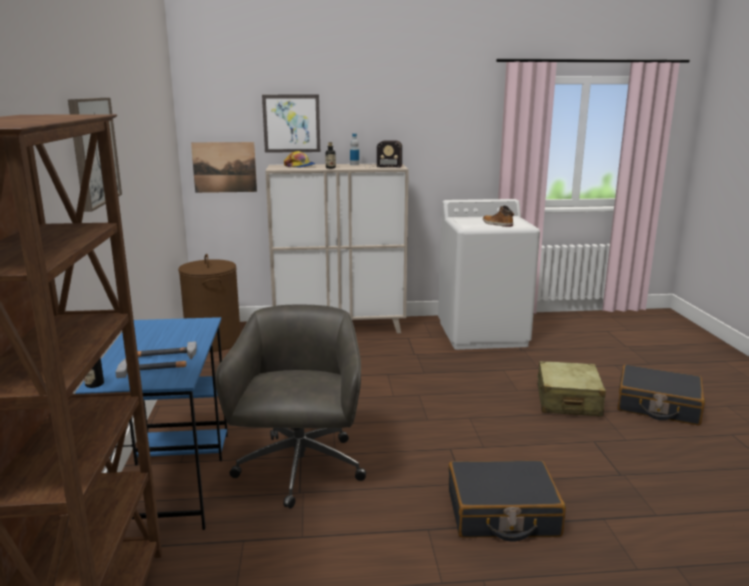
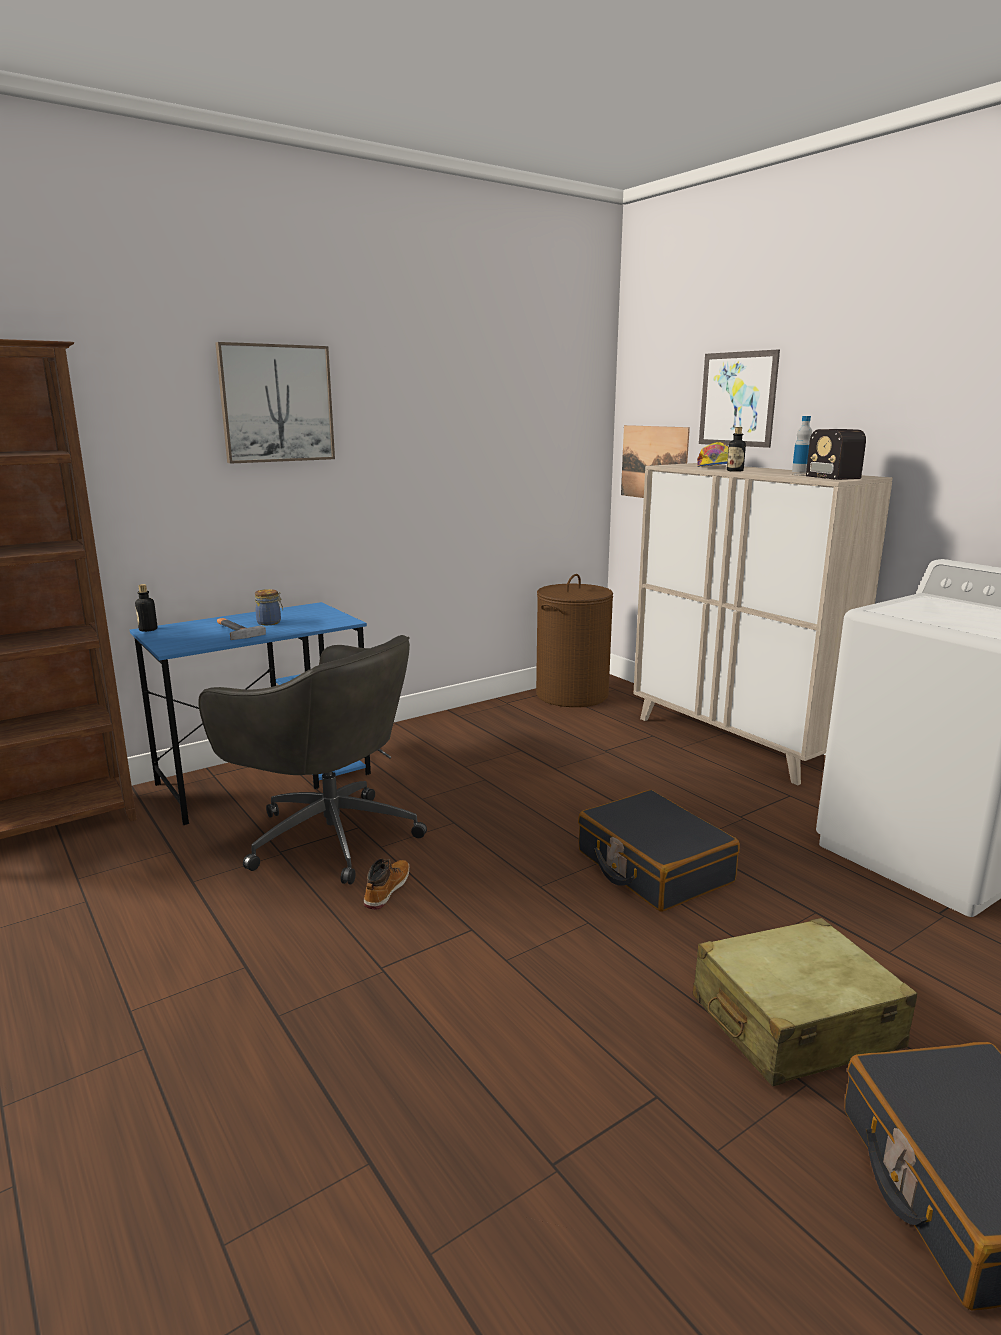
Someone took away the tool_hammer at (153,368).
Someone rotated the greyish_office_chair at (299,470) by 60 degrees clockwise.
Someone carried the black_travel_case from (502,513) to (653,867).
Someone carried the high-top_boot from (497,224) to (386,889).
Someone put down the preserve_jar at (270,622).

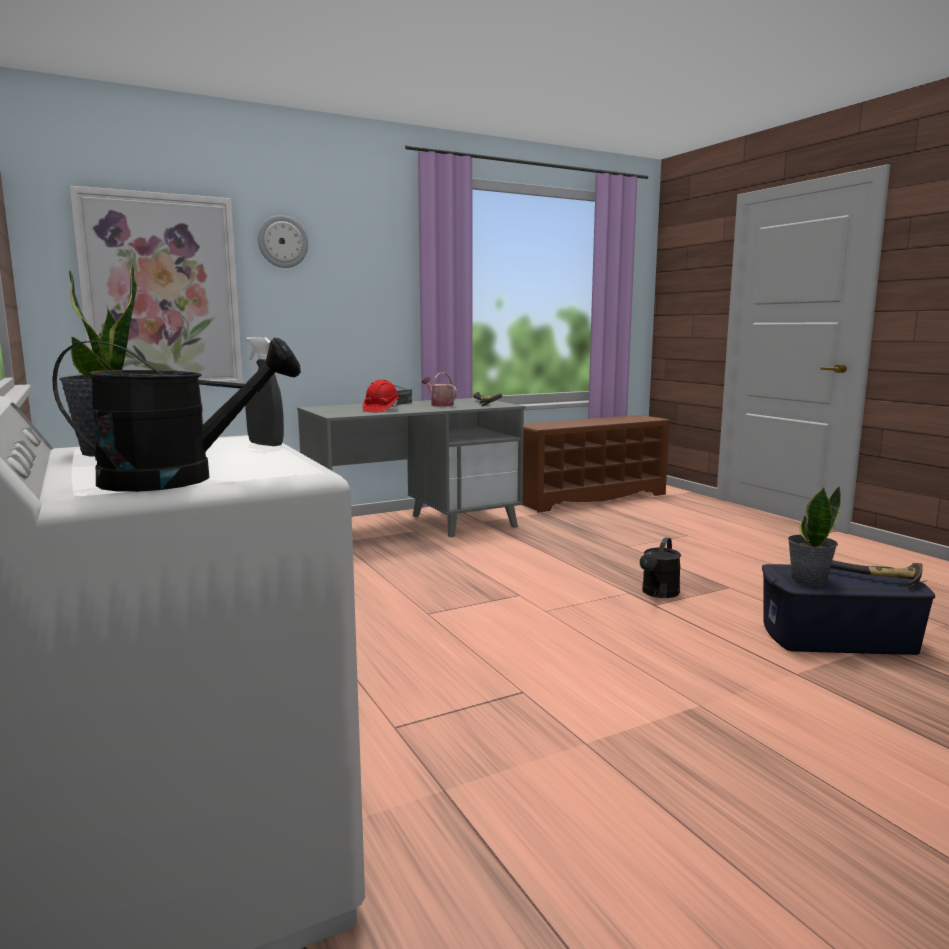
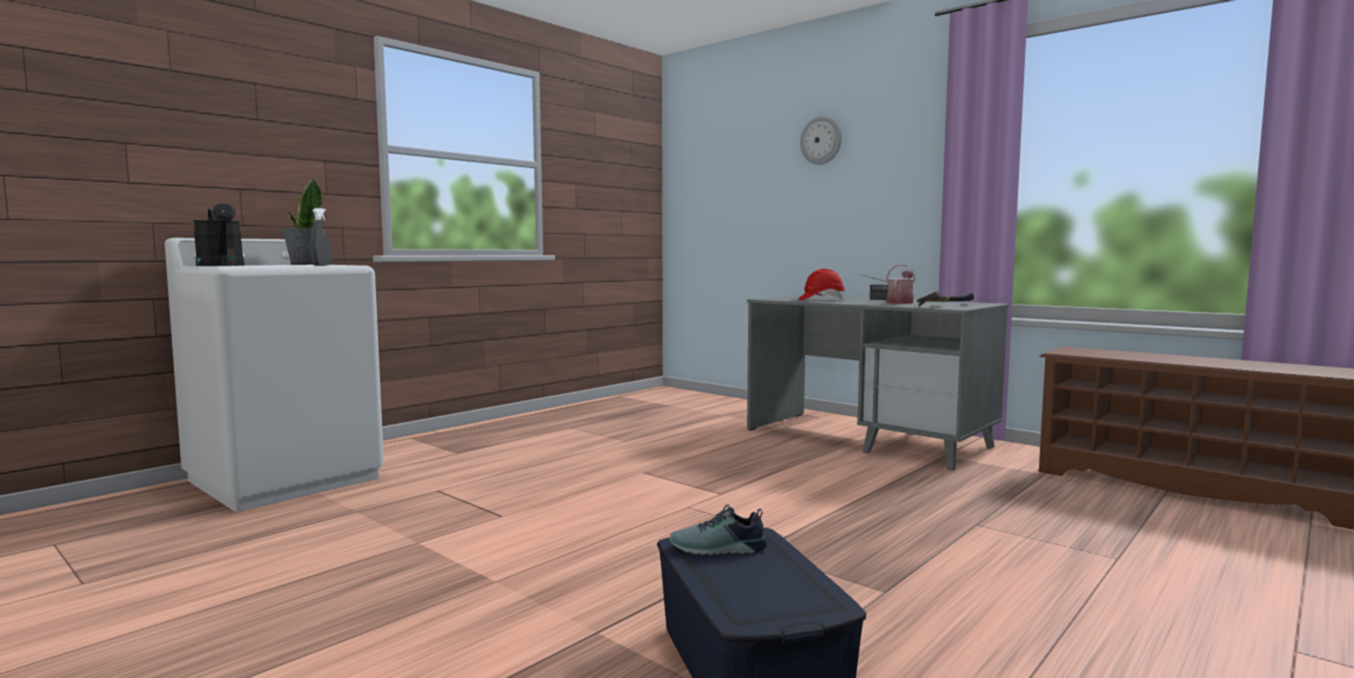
Someone took away the wall_picture at (161,292).
Someone took away the black_sprinkling_can at (658,593).
Someone swapped the potted_plant at (808,580) for the shoe at (718,549).
Someone took away the tool_hammer at (871,579).

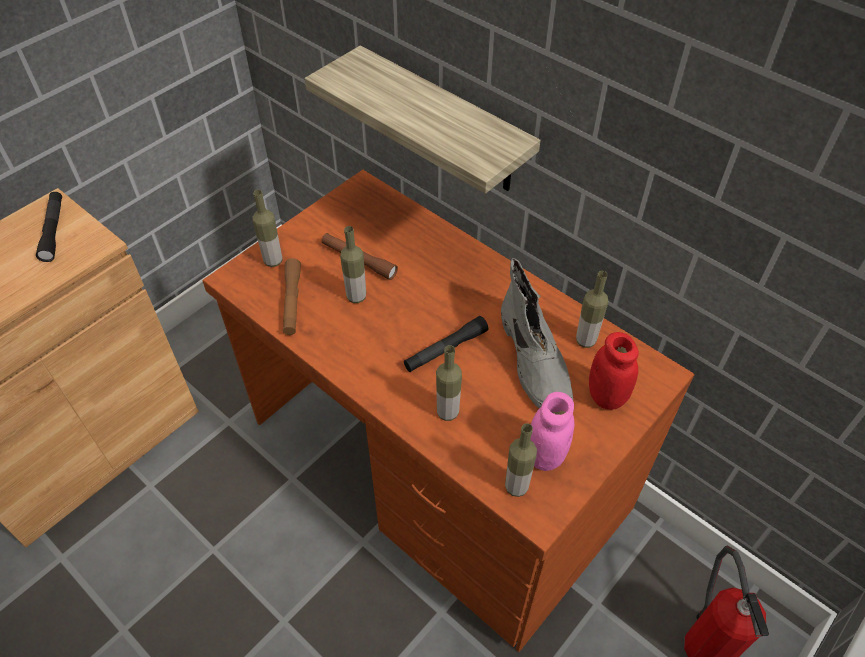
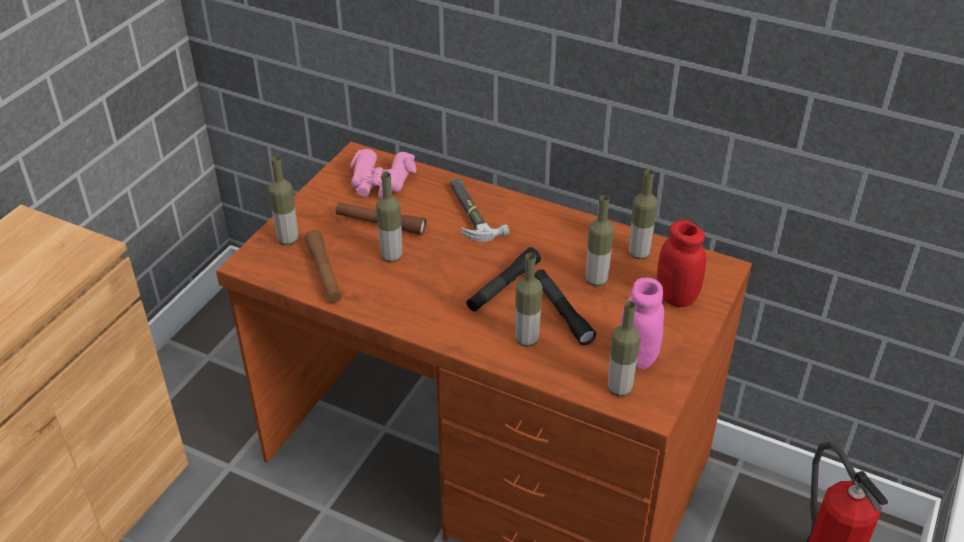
Someone carried the black_hand_torch from (53,231) to (562,312).
Someone took away the wall_shelf at (444,122).
Someone swapped the greyish_high-top_boot at (535,361) for the bottle at (596,280).
Someone put down the pink_binoculars at (380,182).
Someone put down the tool_hammer at (472,212).

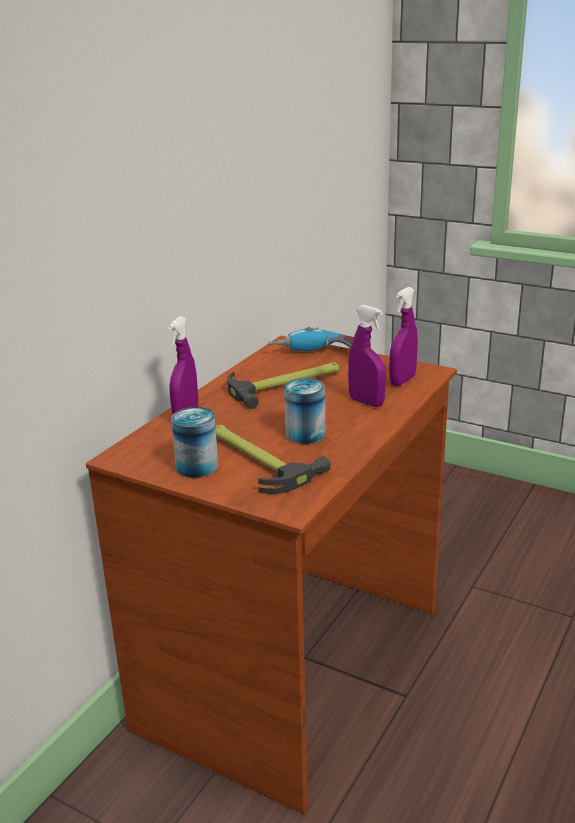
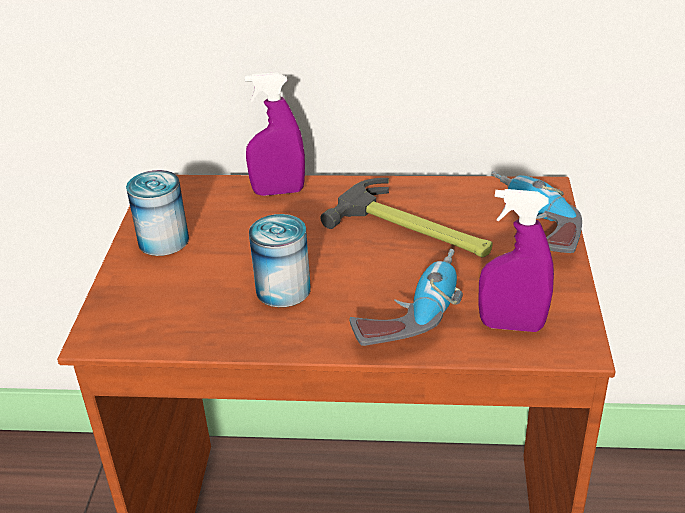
Someone took away the tool_hammer at (256,459).
Someone swapped the purple_hand_sprayer at (366,402) for the drill at (412,312).

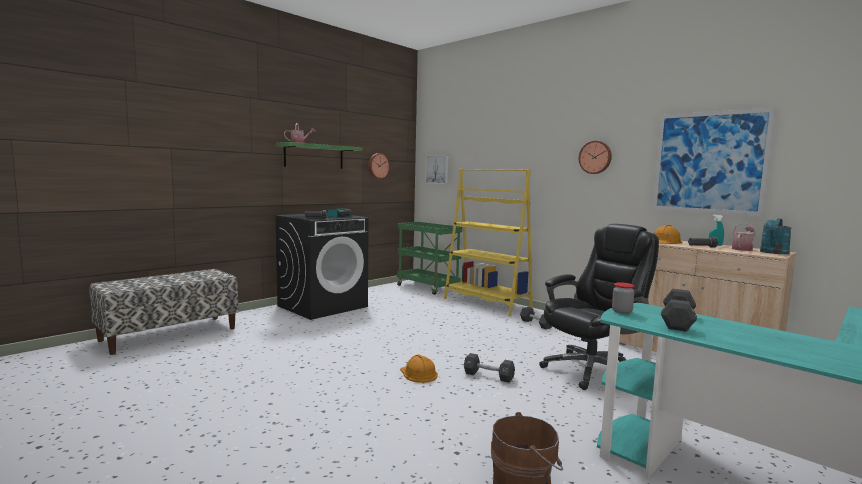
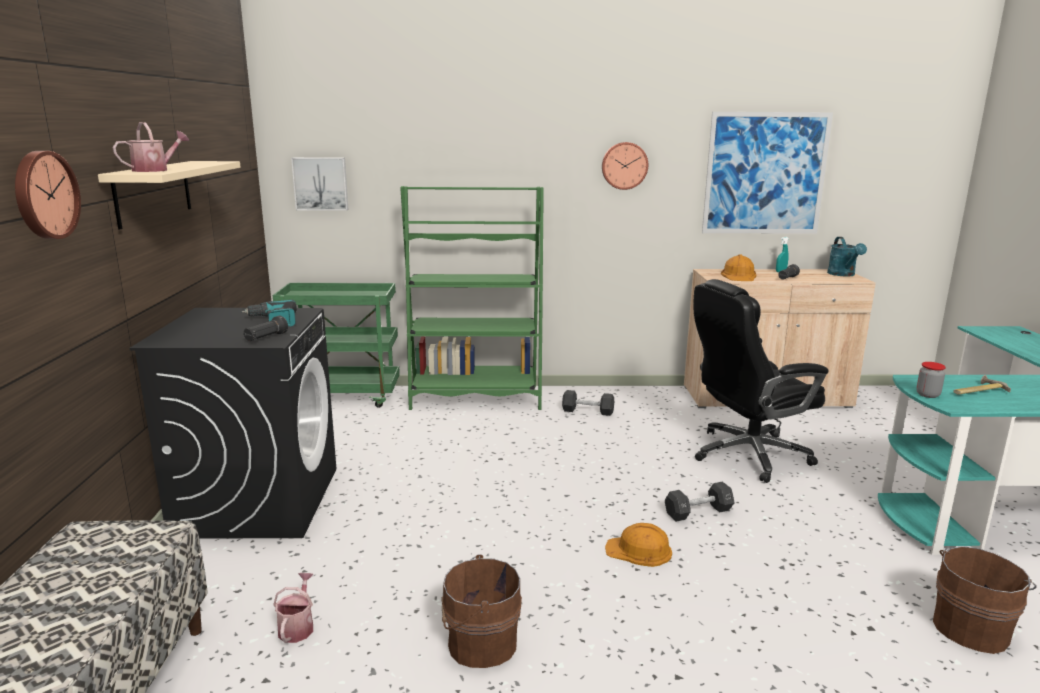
Someone repainted the green-coloured_wall_shelf at (314,156), which became the beige_wall_shelf at (153,192).
Someone carried the wall_clock from (378,166) to (44,195).
Someone repainted the yellow_shelving_unit at (487,303), which became the green-coloured_shelving_unit at (475,398).
Someone rotated the black_office_chair at (592,370) by 120 degrees counterclockwise.
Someone swapped the black_free_weight at (677,321) for the tool_hammer at (977,391).
Someone carried the sprinkling_can from (742,249) to (297,626).
Someone put down the brown_water_bucket at (479,643).

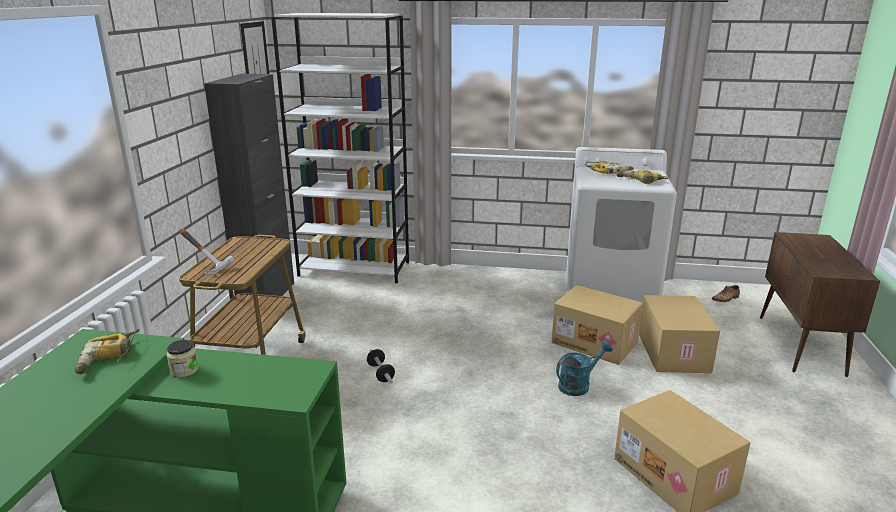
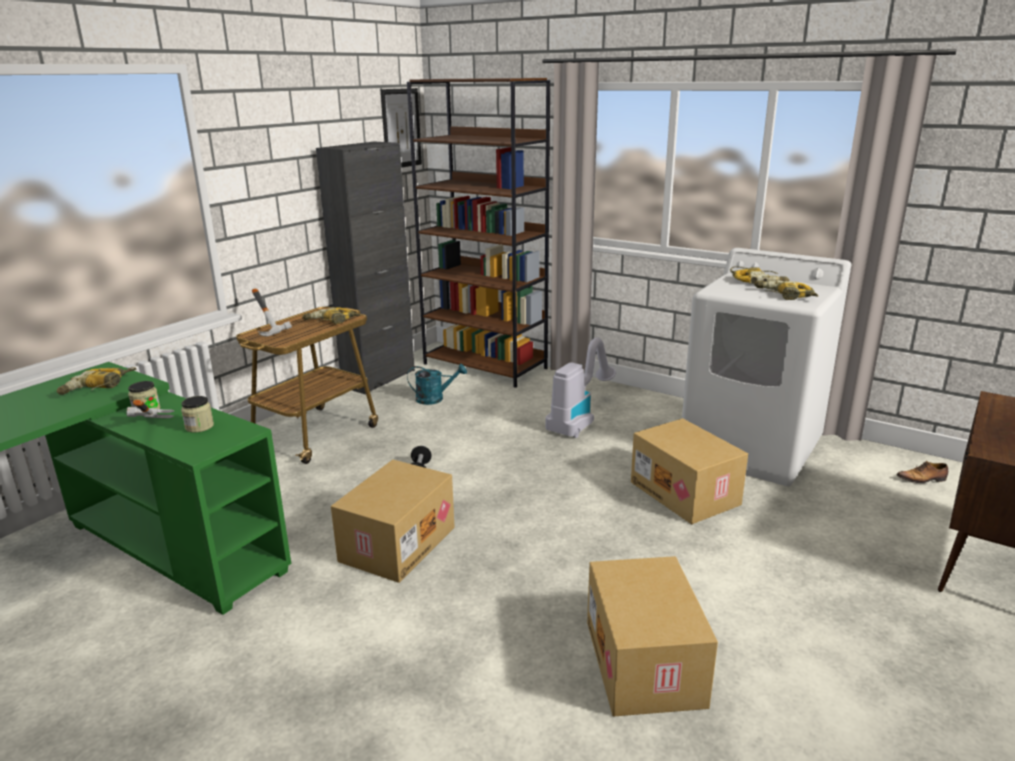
Someone repainted the whitish_shelving_unit at (355,269), which became the brown_shelving_unit at (486,366).
Someone carried the turquoise_sprinkling_can from (578,385) to (435,399).
Someone carried the packing_box from (671,352) to (397,543).
Someone put down the tool_hammer at (143,431).
Someone put down the preserve_jar at (199,427).
Someone put down the drill at (331,321).
Someone put down the hoover at (579,420).

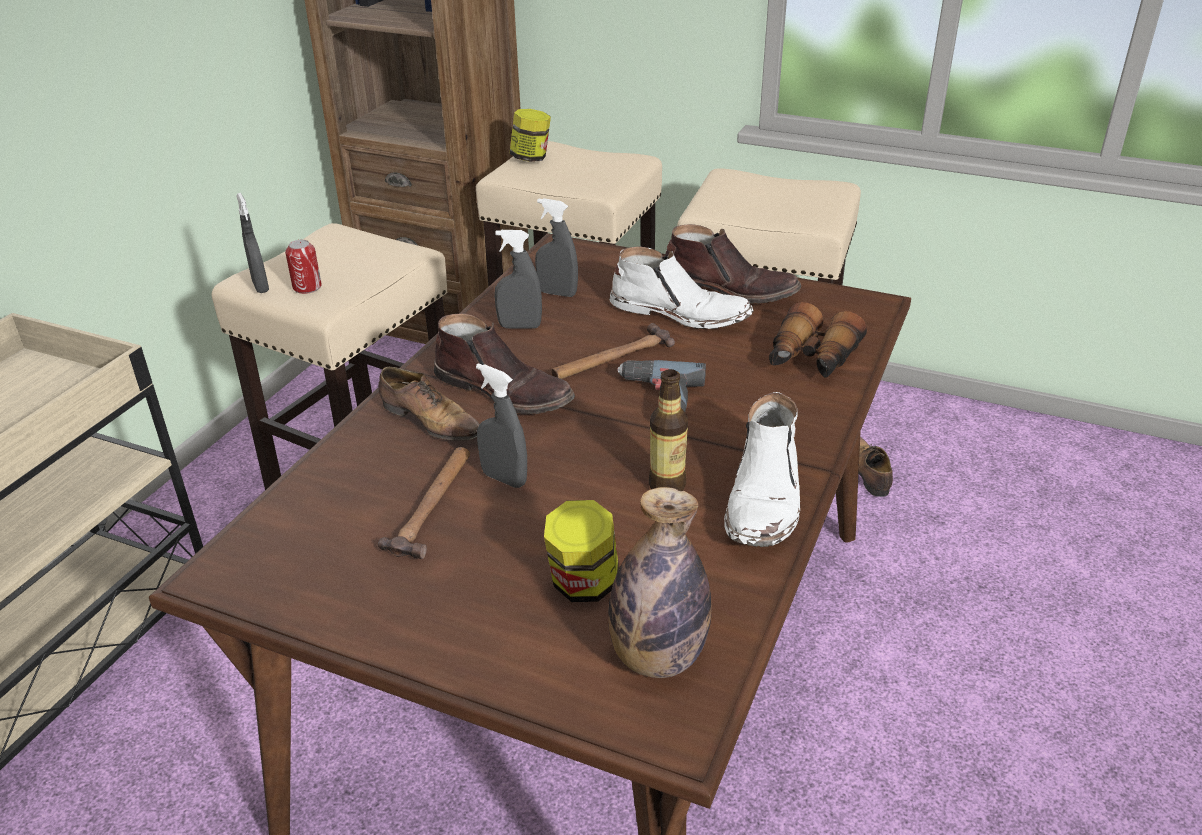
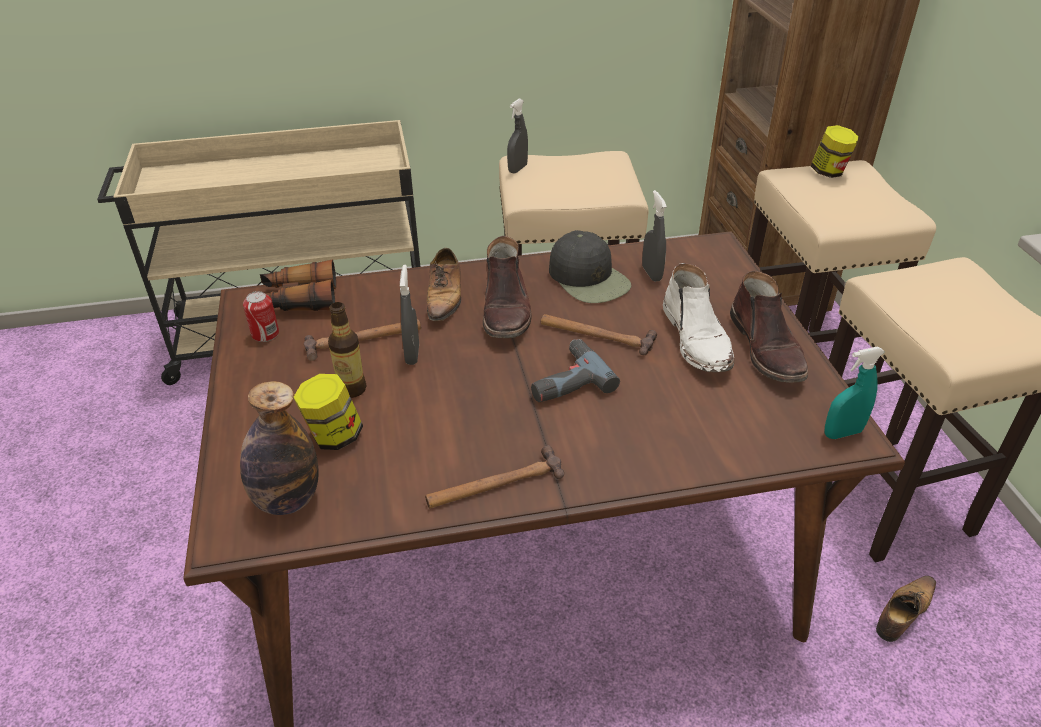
Someone carried the sealed_can from (307,287) to (265,334).
Someone swapped the greyish_hand_sprayer at (520,326) for the black_baseball_cap at (589,278).
Someone carried the bottle from (667,485) to (352,389).
Someone swapped the whitish_high-top_boot at (765,499) for the tool_hammer at (494,484).
Someone carried the binoculars from (811,359) to (299,300).
Someone put down the turquoise_hand_sprayer at (842,433).

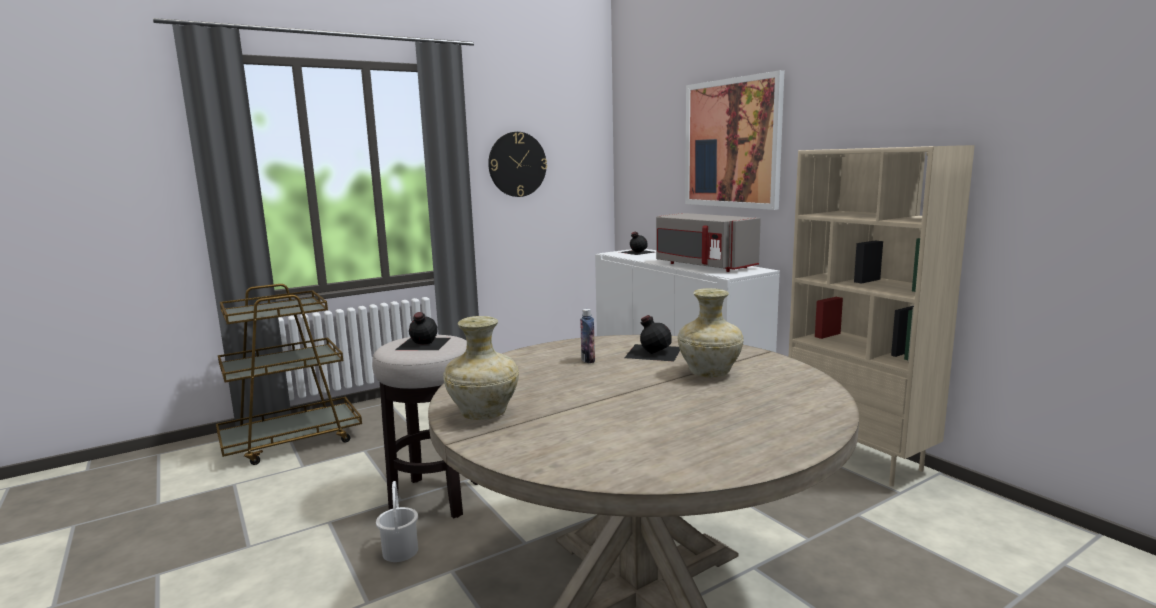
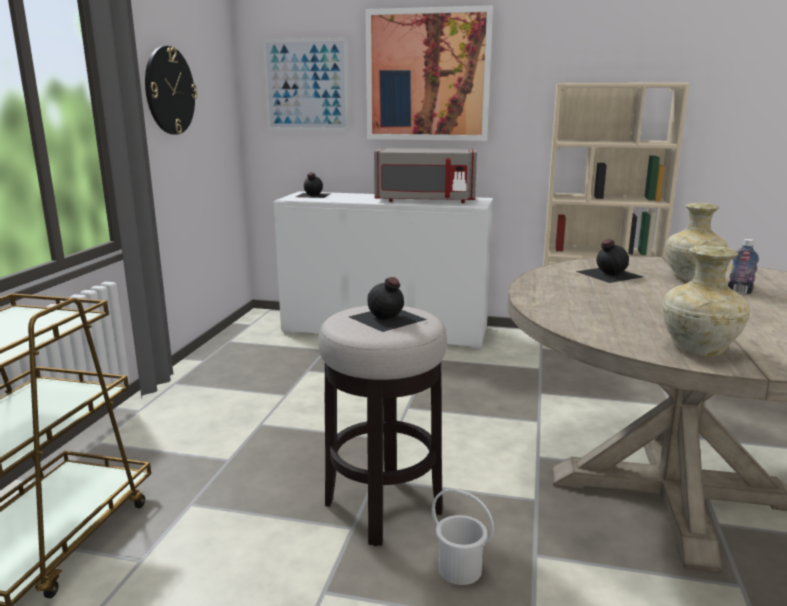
Someone carried the bottle from (588,360) to (739,292).
Someone put up the wall_picture at (306,85).

